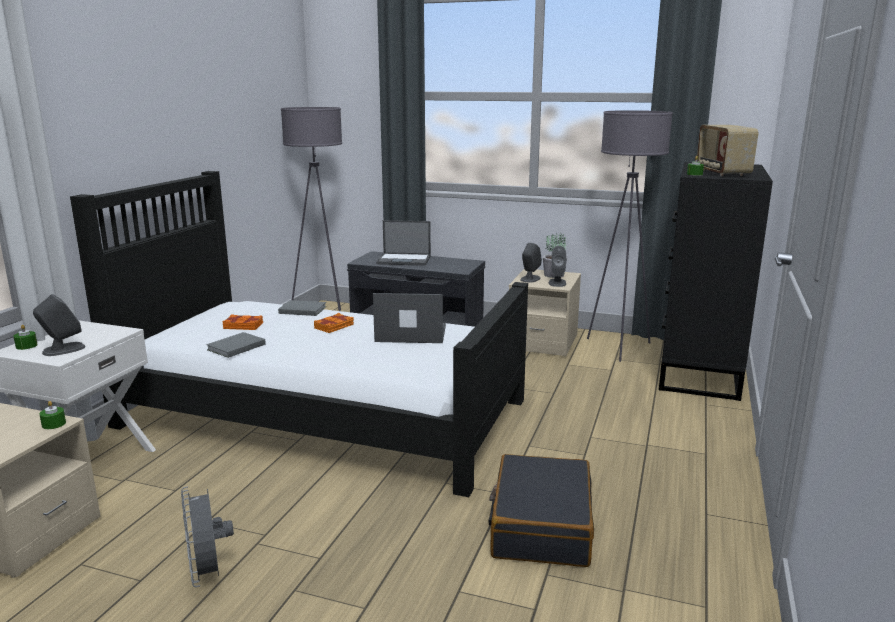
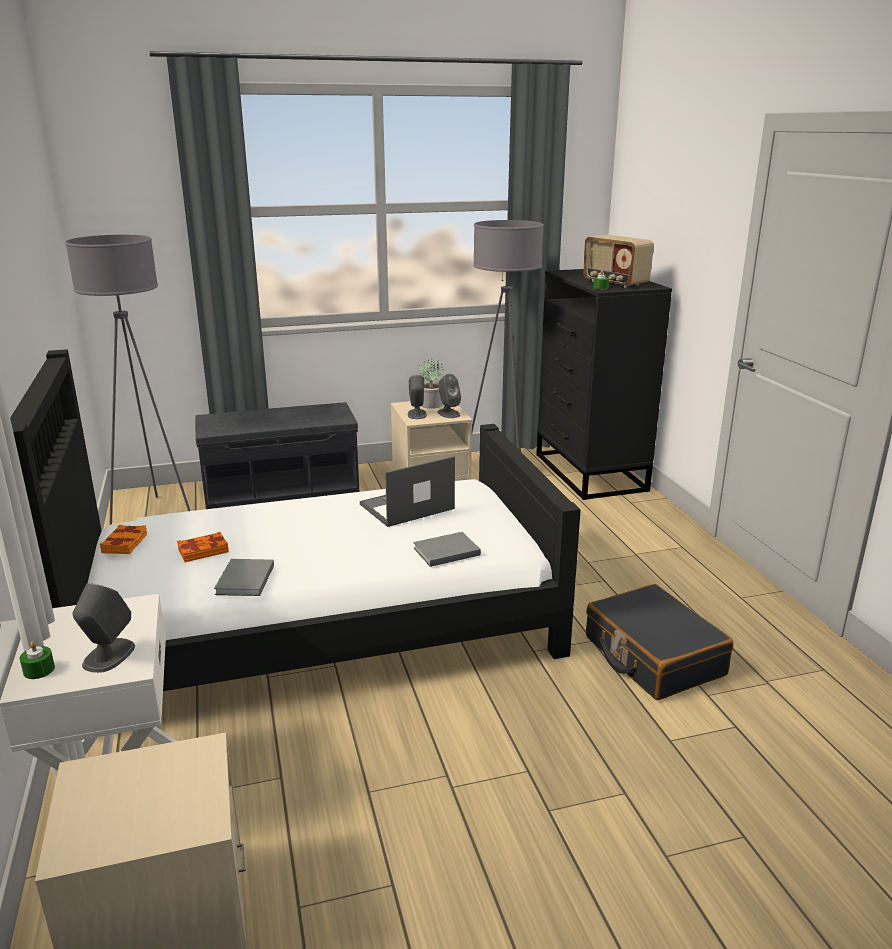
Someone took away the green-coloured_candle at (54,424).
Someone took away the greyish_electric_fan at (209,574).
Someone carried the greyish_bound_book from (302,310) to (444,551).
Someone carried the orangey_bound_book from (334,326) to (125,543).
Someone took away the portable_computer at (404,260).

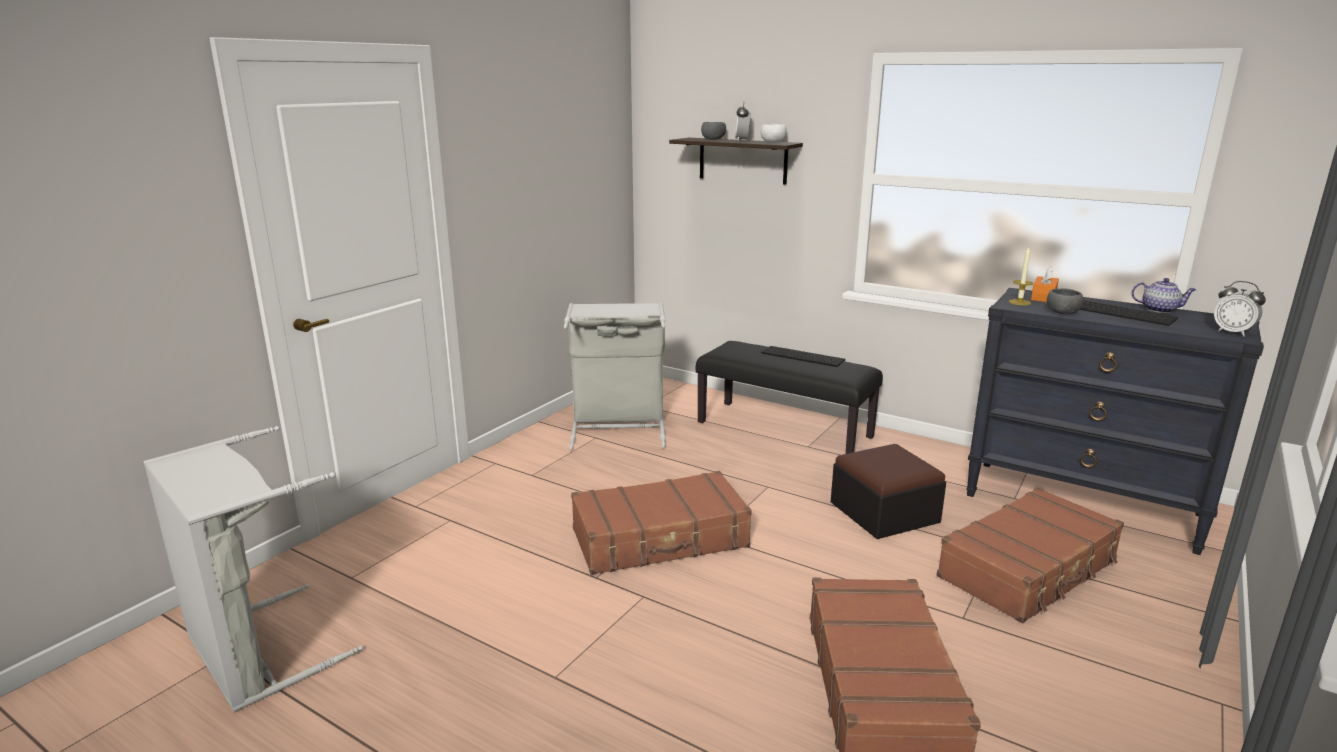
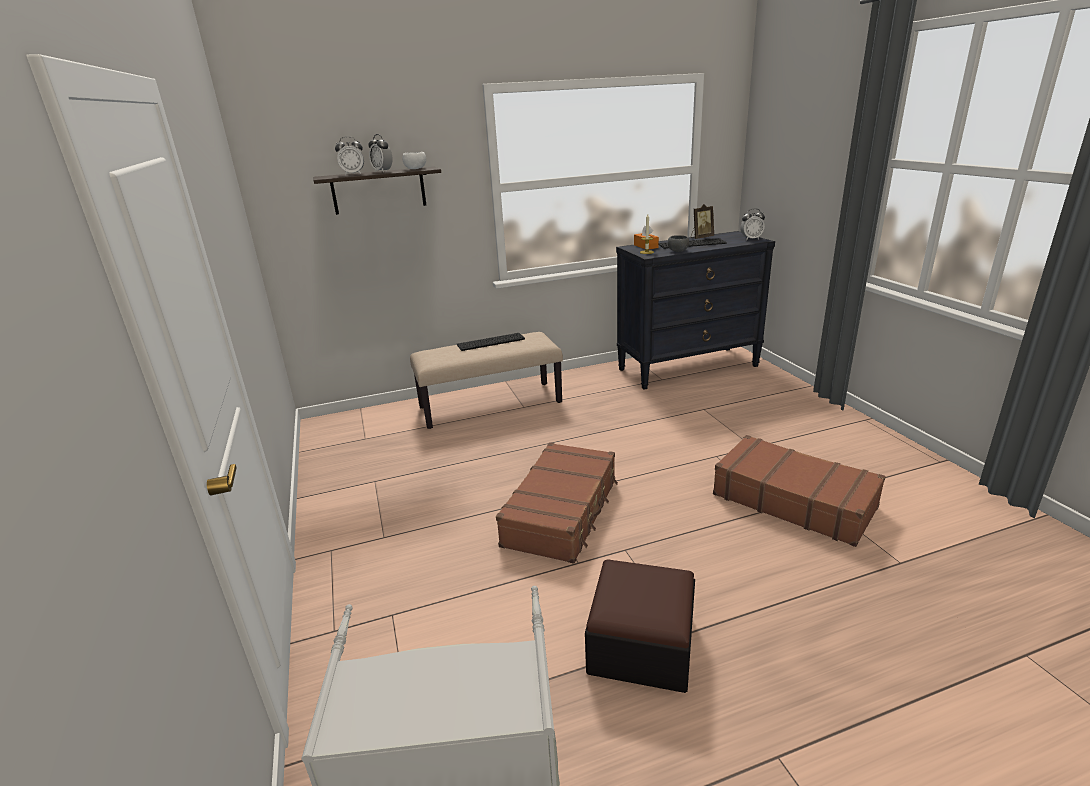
Someone took away the greyish_laundry_basket at (618,429).
Someone repainted the black_long_seat at (785,429), which became the beige_long_seat at (490,404).
Someone swapped the greyish_deep_dish at (714,139) for the alarm_clock at (353,174).
Someone carried the pouffe from (884,512) to (641,645).
Someone took away the brown_travel_case at (1029,569).
Someone swapped the teapot at (1160,310) for the picture_frame at (701,237).

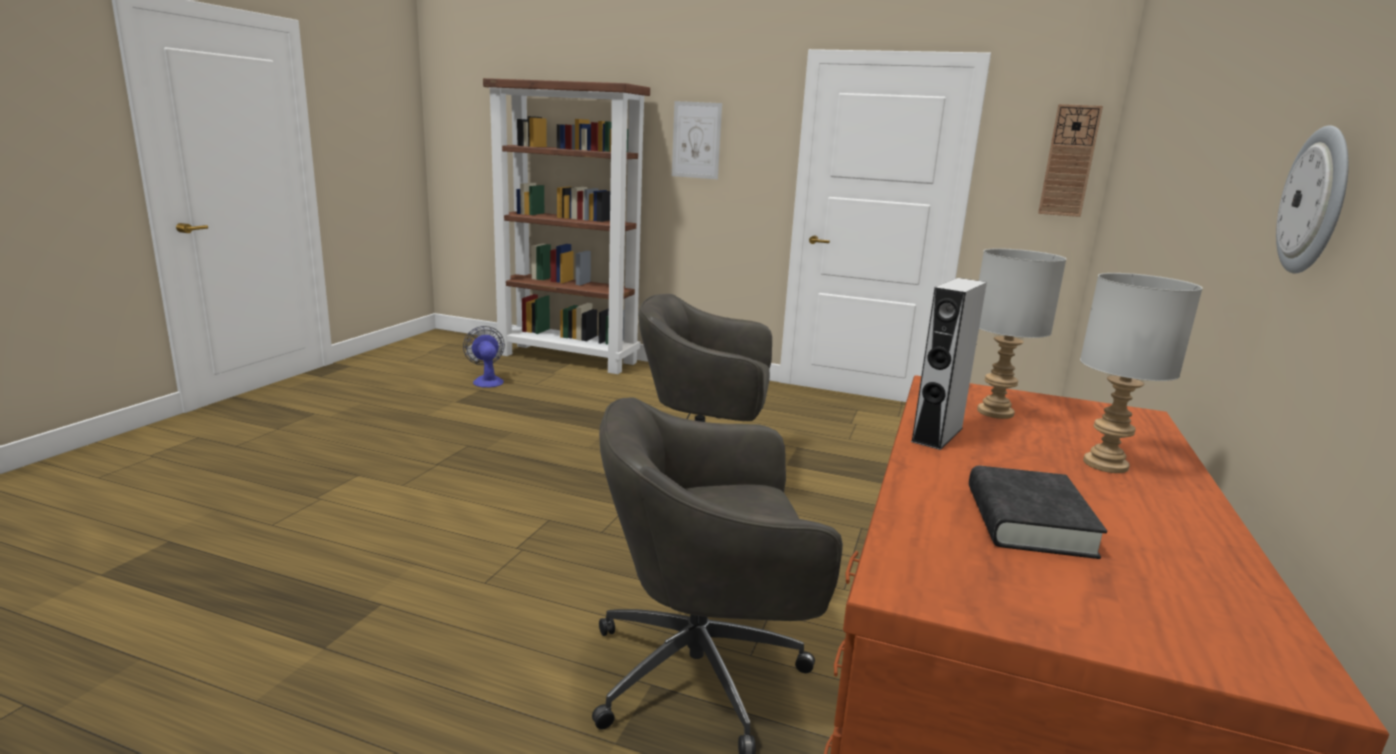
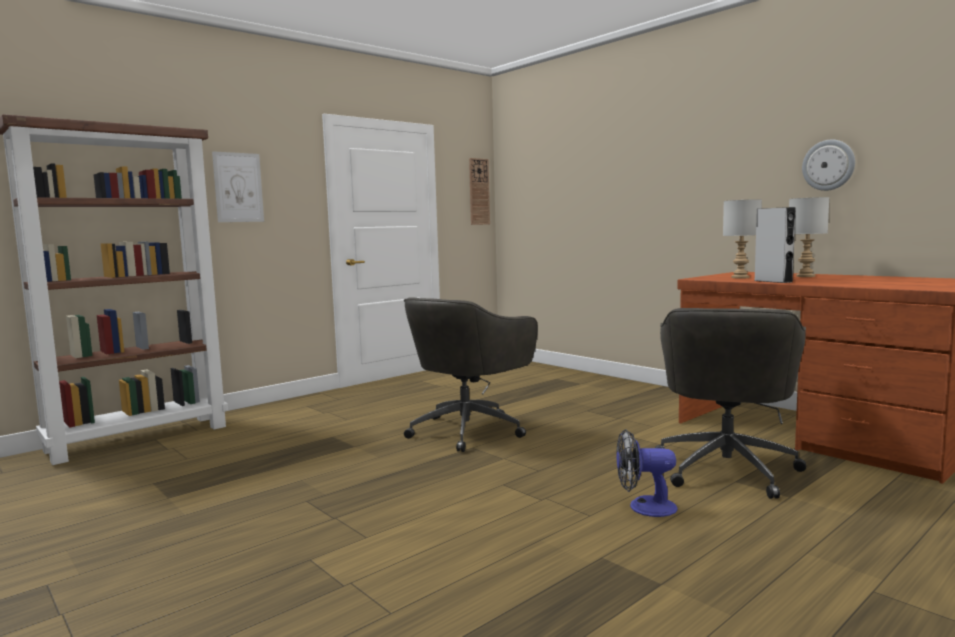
Someone carried the electric_fan from (487,380) to (644,507).
Someone took away the black_bound_book at (1028,521).

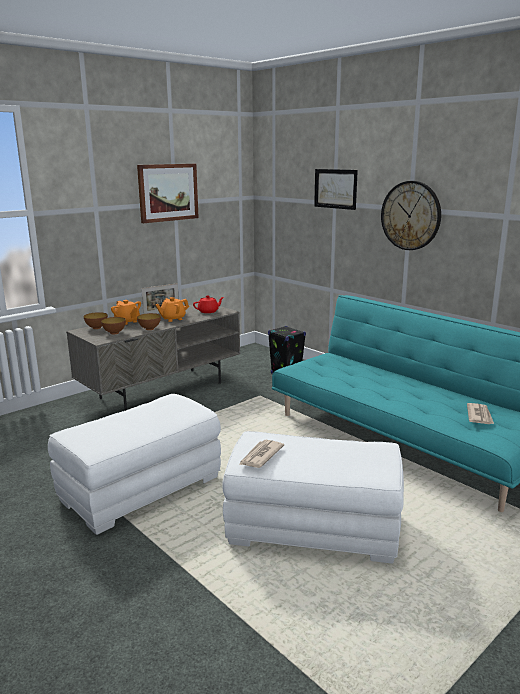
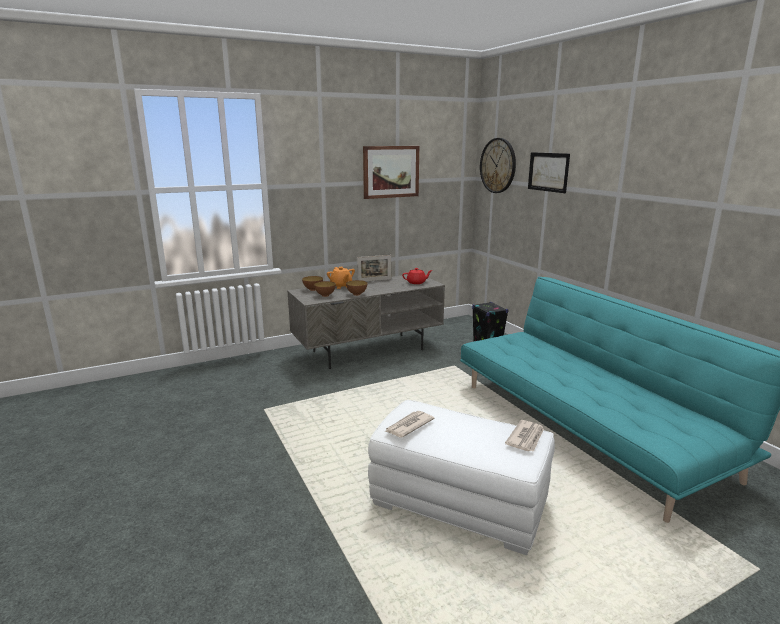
Someone took away the whitish_pouffe at (141,490).
Someone took away the orangey_teapot at (172,319).
Someone carried the wall_clock from (411,215) to (498,165).
Someone carried the printed_paper from (479,416) to (526,438).

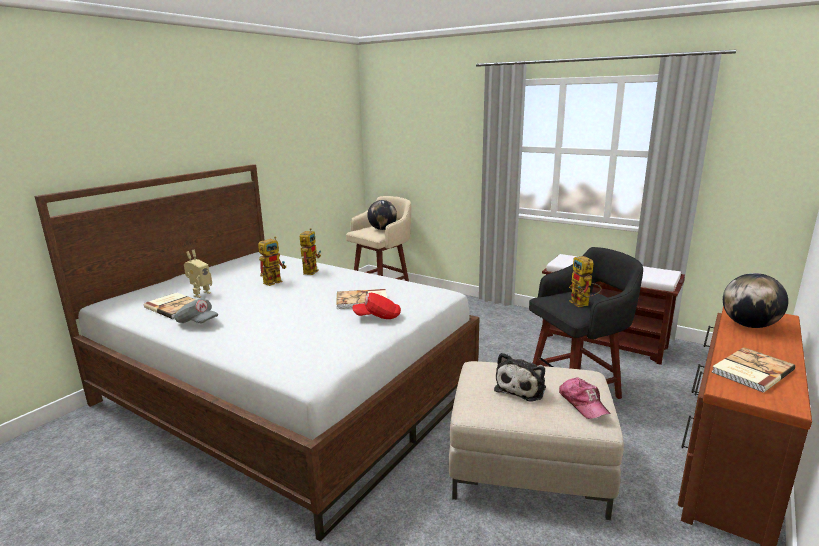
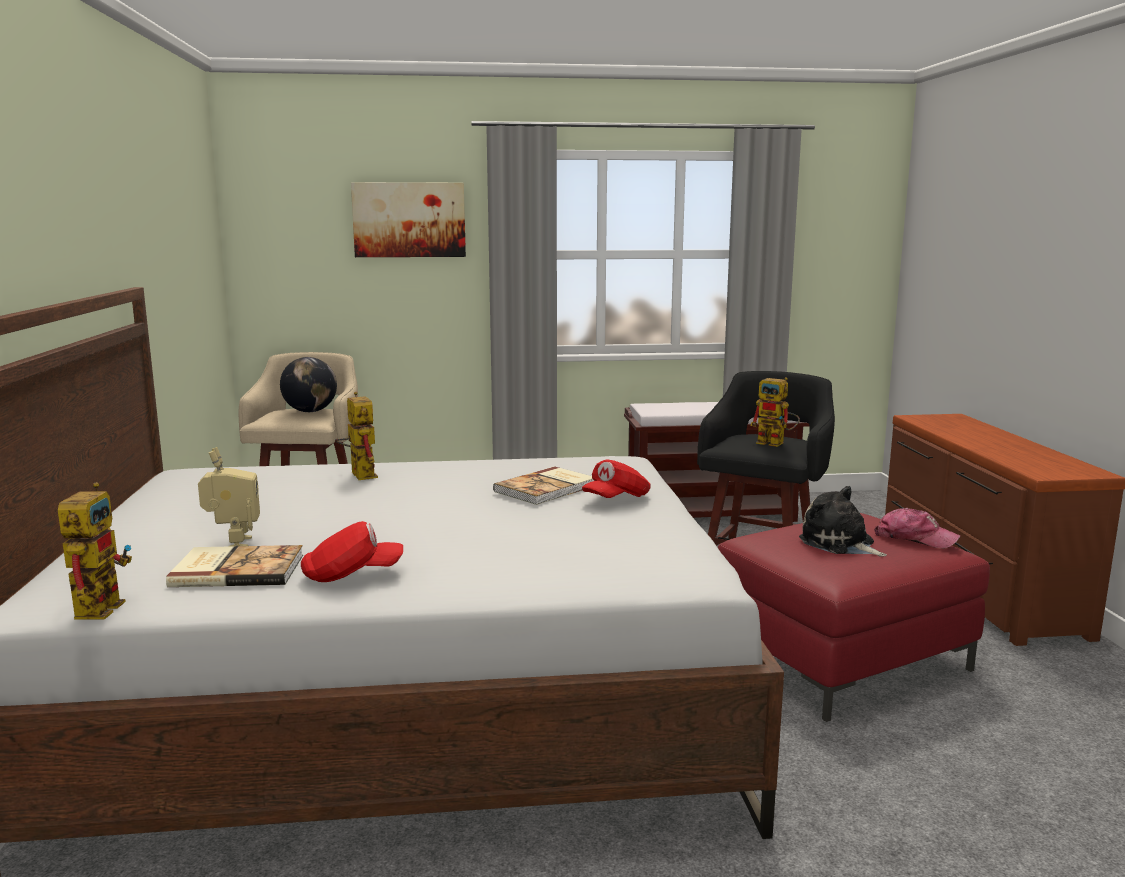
Someone repainted the greyish_baseball_cap at (197,322), which became the red-coloured_baseball_cap at (352,575).
Someone carried the robot_figure from (275,281) to (100,605).
Someone repainted the beige_pouffe at (528,467), which became the red-coloured_pouffe at (841,658).
Someone rotated the cuddly_toy at (522,388) by 150 degrees clockwise.
Someone took away the bound_book at (750,371).
Someone took away the globe at (749,325).
Someone put up the wall_picture at (409,220).

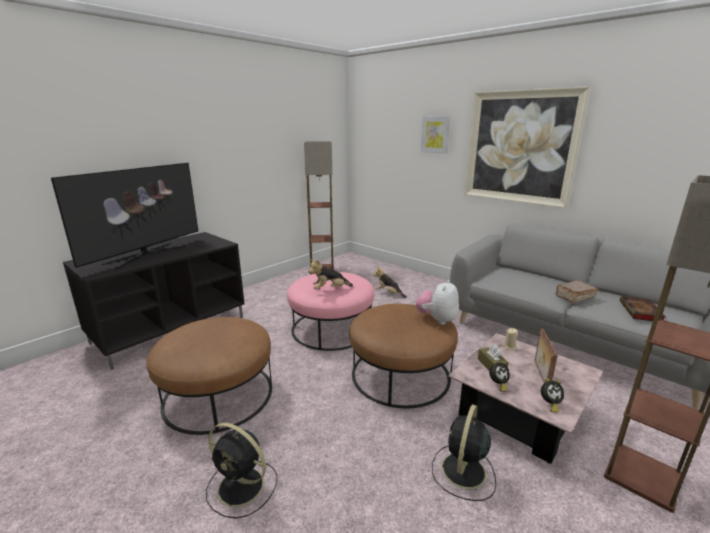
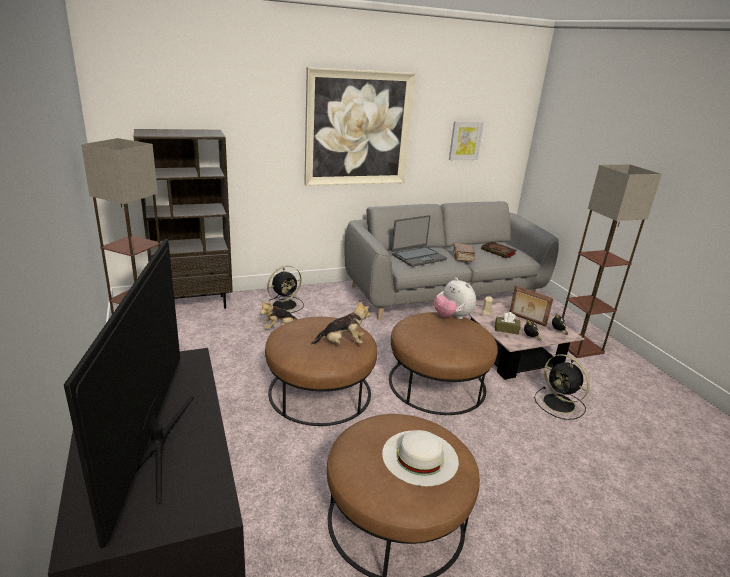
Someone rotated the TV_set at (145,255) by 150 degrees counterclockwise.
Someone carried the black_electric_fan from (242,487) to (285,305).
Someone repainted the pink_pouffe at (332,328), which became the brown_pouffe at (320,391).
Someone rotated the cuddly_toy at (330,289) by 105 degrees counterclockwise.
Someone carried the wall_picture from (435,134) to (465,140).
Someone put down the brown_shelving_unit at (194,304).
Someone put down the whitish_wearable_hat at (420,457).
Someone put down the portable_computer at (418,257).

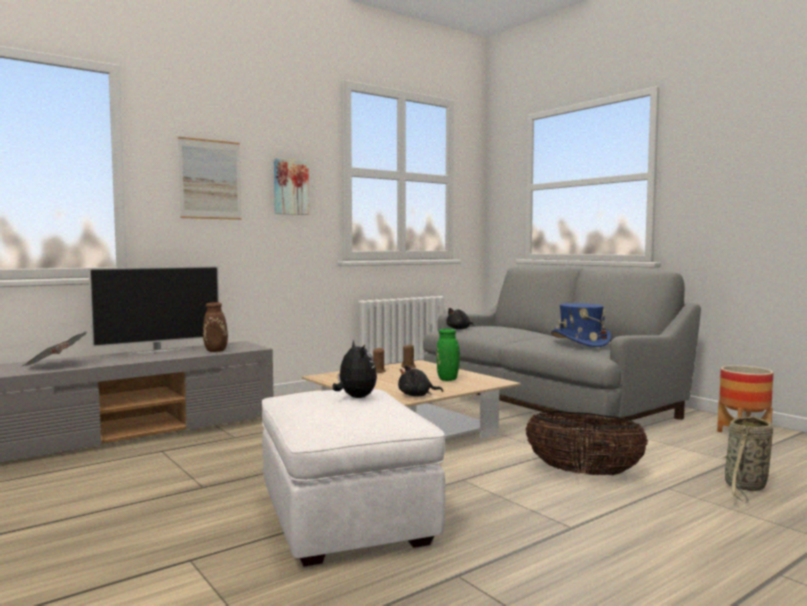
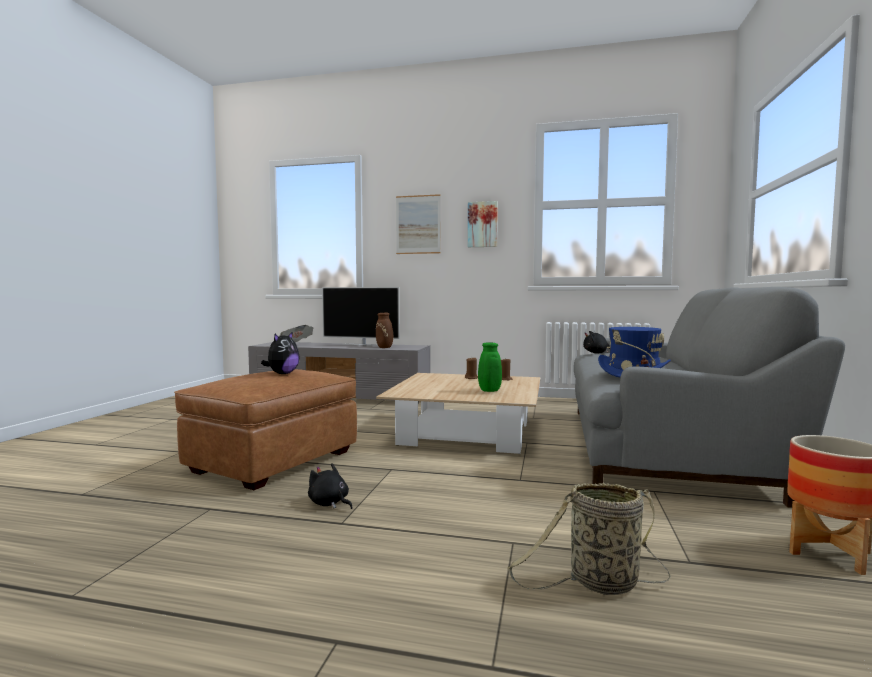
Someone repainted the whitish_pouffe at (344,518), which became the brown_pouffe at (273,461).
Someone carried the black_cuddly_toy from (417,395) to (330,503).
Someone took away the household_basket at (583,473).

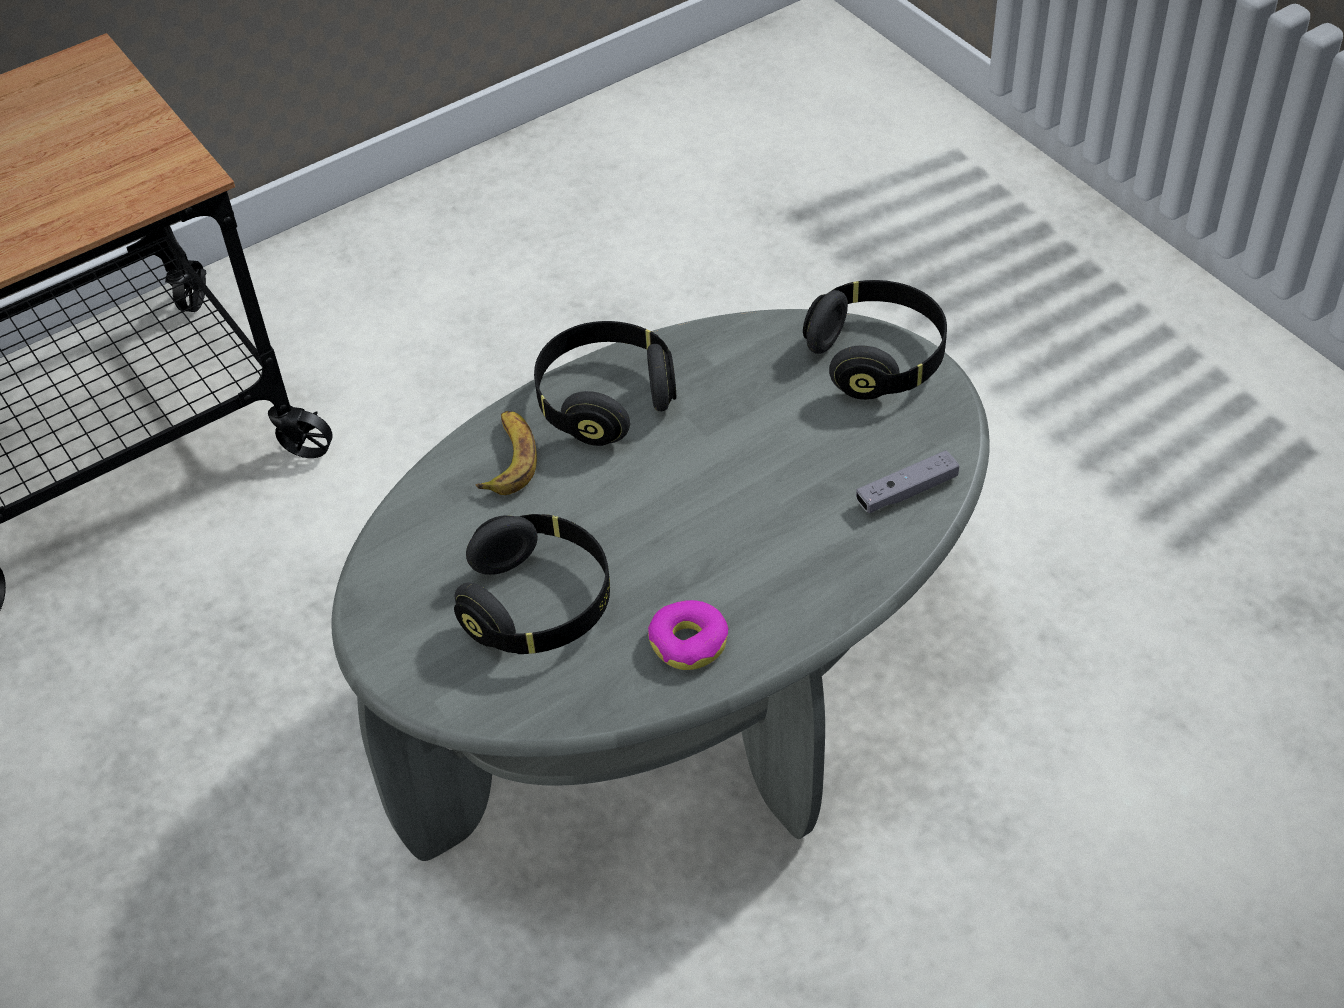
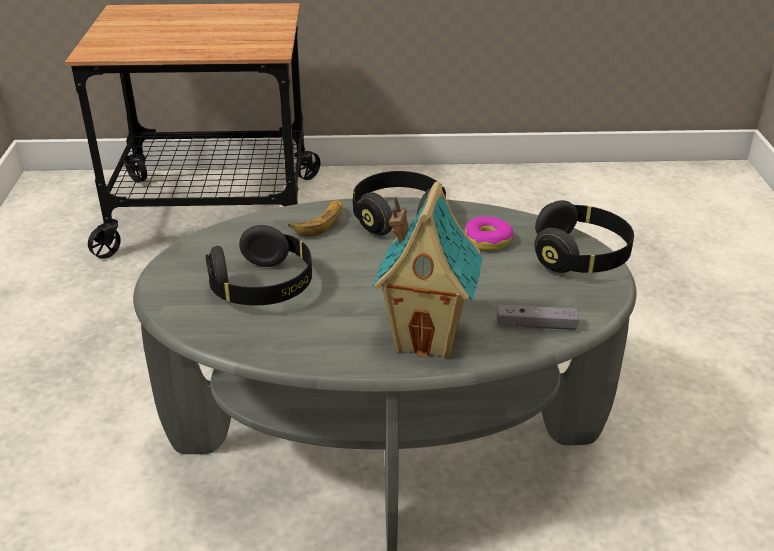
Someone carried the donut from (689,642) to (488,240).
Someone put down the miniature_house at (428,337).

